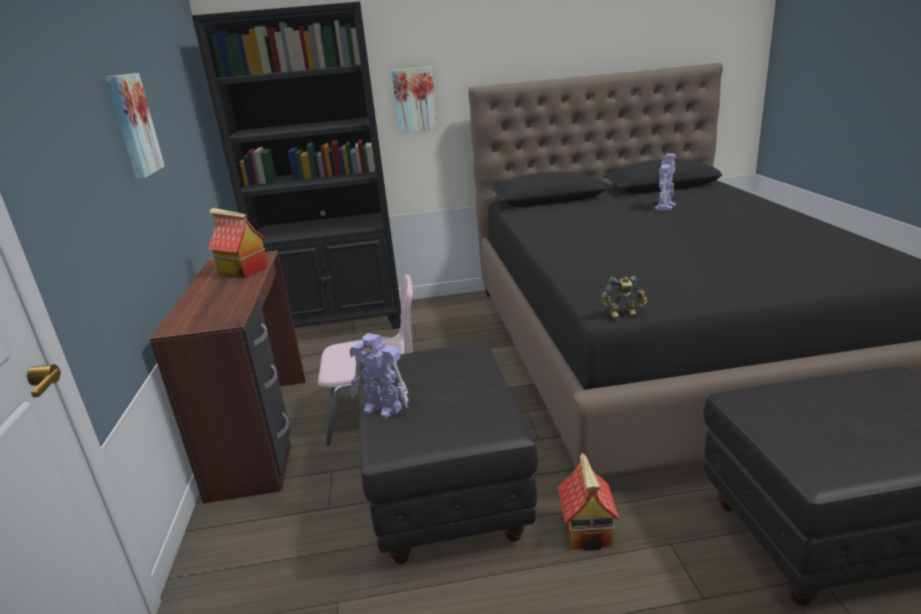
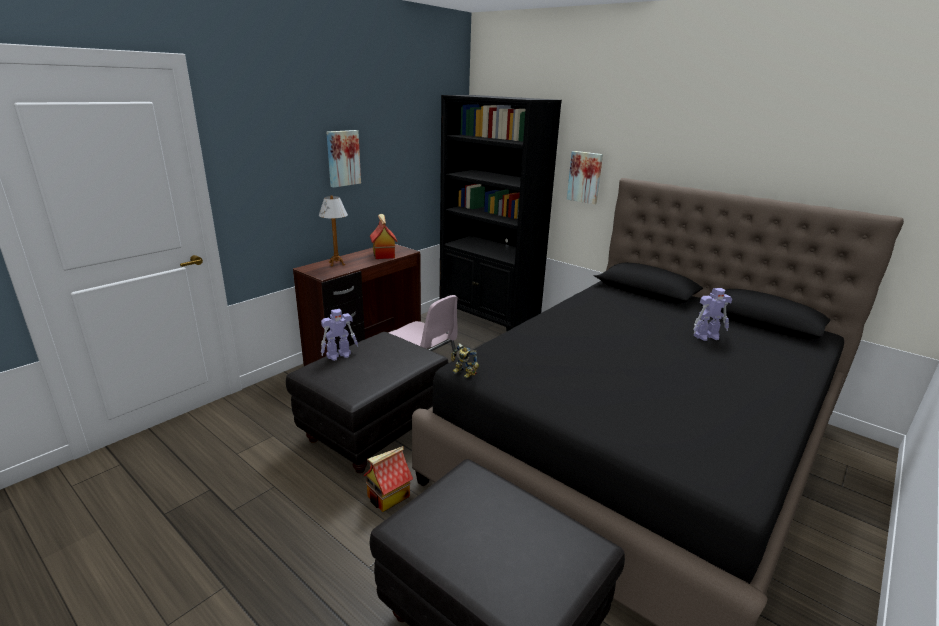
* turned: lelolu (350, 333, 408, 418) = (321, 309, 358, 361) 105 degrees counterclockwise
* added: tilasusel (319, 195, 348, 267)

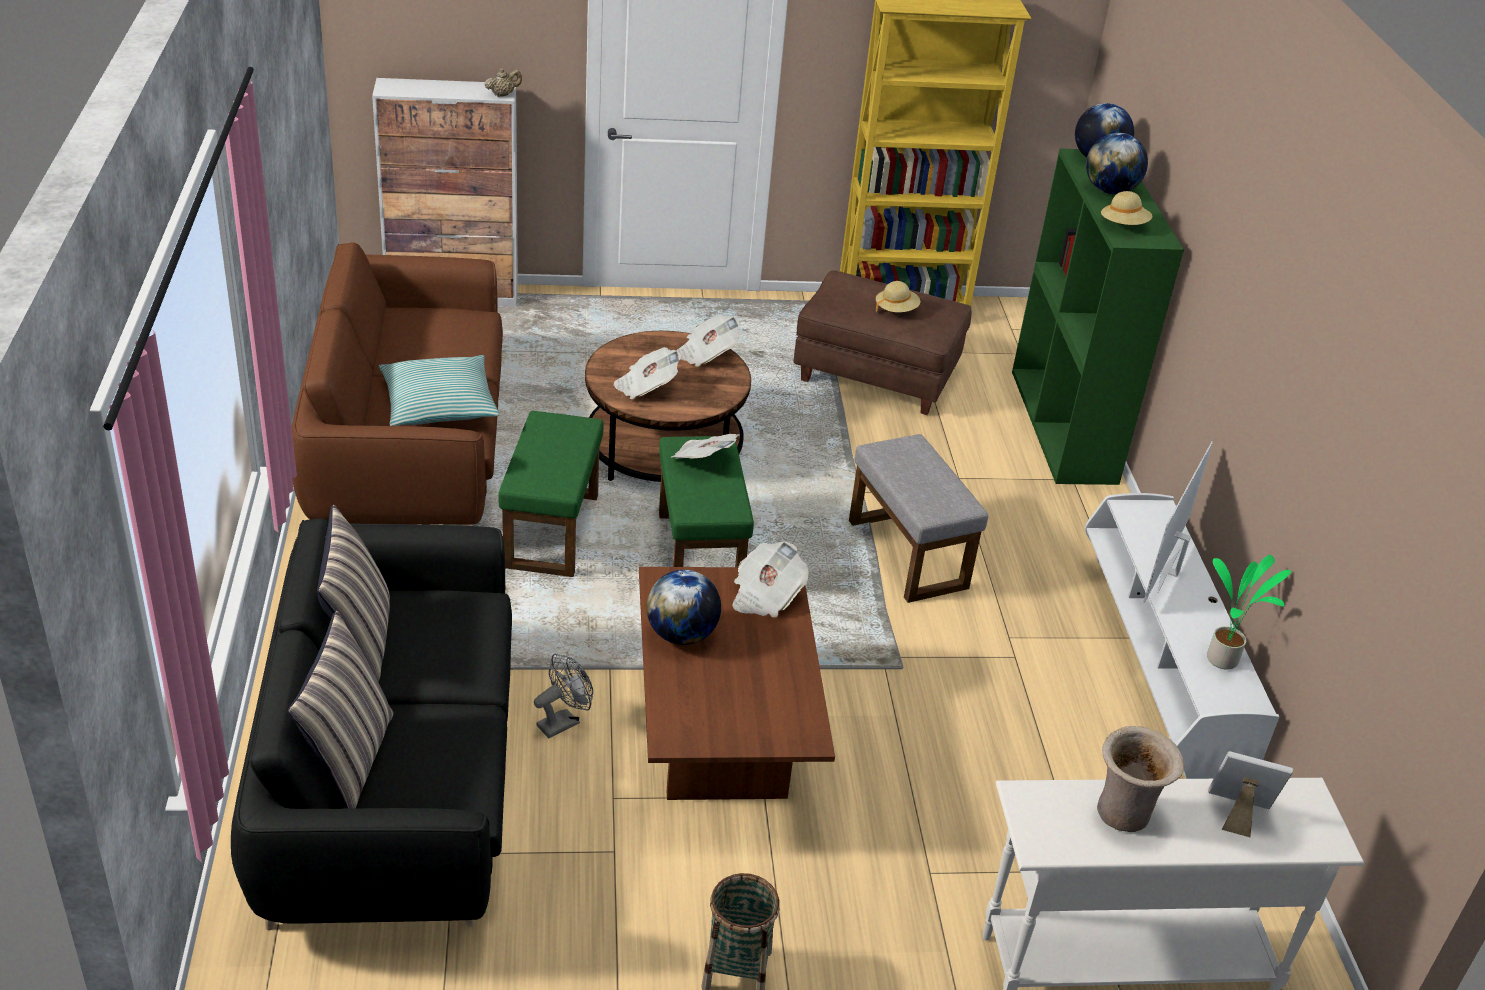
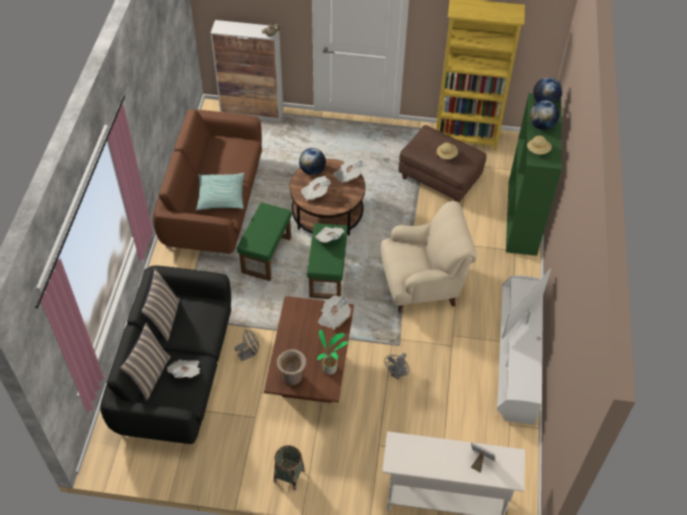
* moved: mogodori (646, 570, 721, 645) to (299, 148, 326, 175)
* replaced: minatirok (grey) (849, 434, 988, 603) to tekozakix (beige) (381, 201, 477, 313)
* moved: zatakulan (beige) (1097, 726, 1185, 832) to (277, 349, 306, 385)
* moved: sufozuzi (1207, 555, 1291, 670) to (317, 330, 348, 375)
* added: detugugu (167, 360, 201, 378)
* added: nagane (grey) (384, 353, 409, 379)

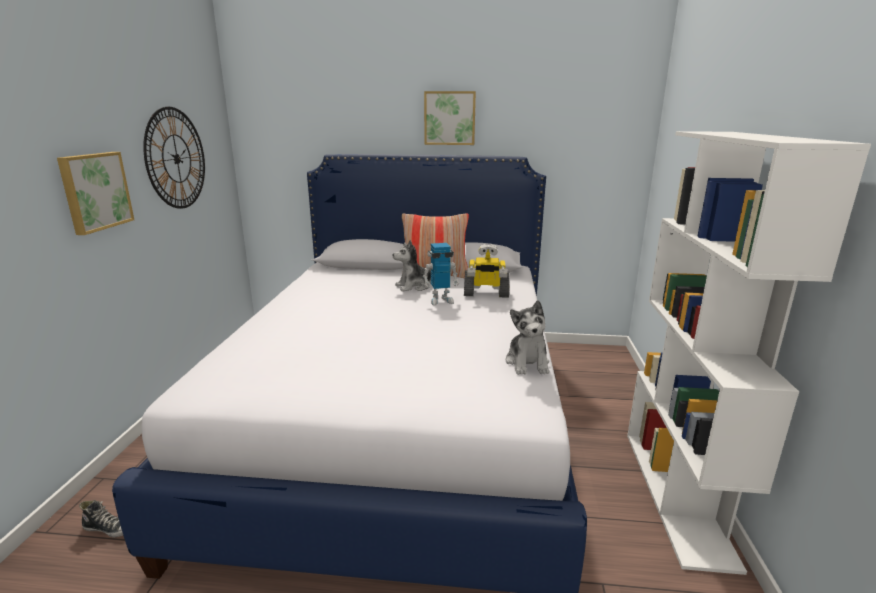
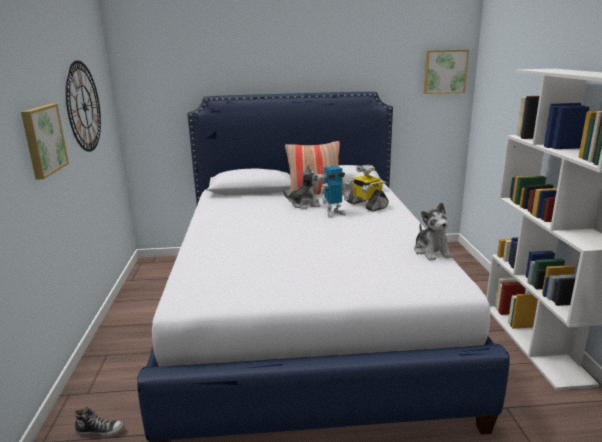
* turned: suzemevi (393, 240, 431, 292) = (283, 164, 323, 209) 150 degrees counterclockwise
* moved: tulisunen (424, 91, 476, 145) to (423, 49, 469, 94)
* turned: lelolu (464, 244, 509, 298) = (345, 164, 389, 212) 60 degrees clockwise

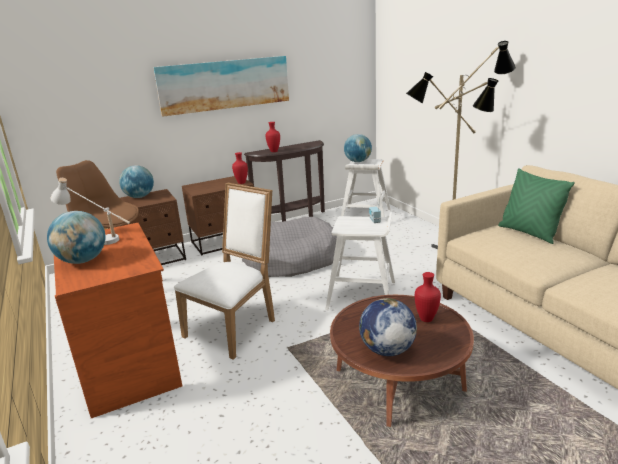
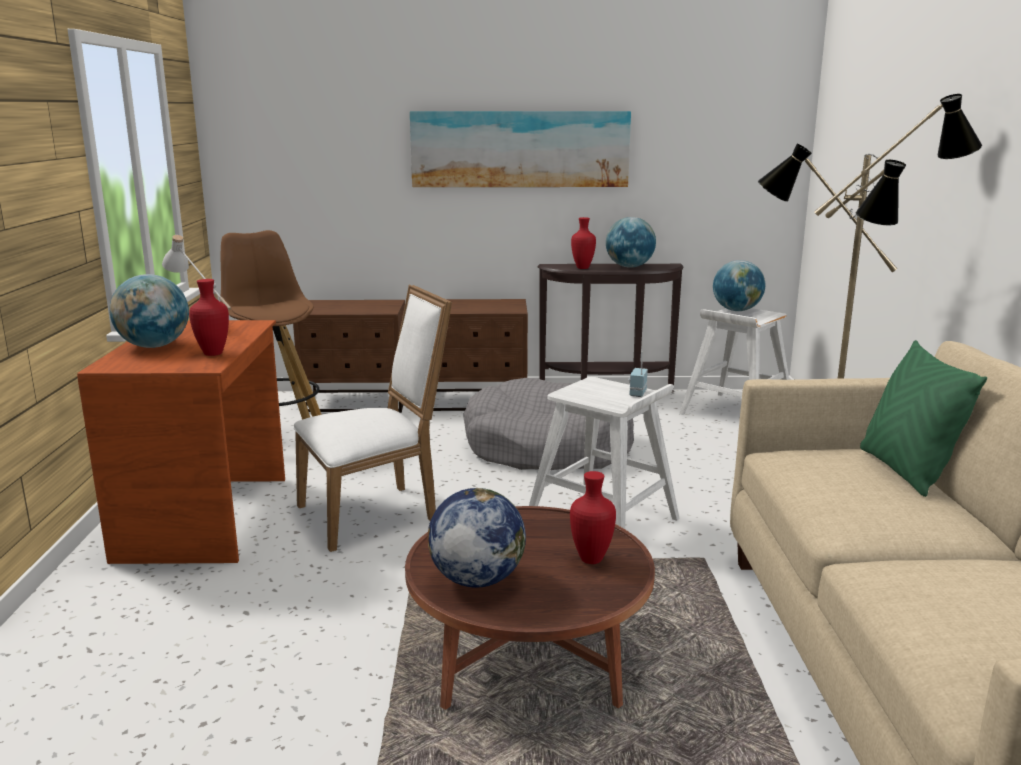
* moved: mogodori (119, 165, 154, 198) to (606, 217, 656, 268)
* moved: zatakulan (red) (232, 152, 248, 184) to (189, 279, 229, 356)

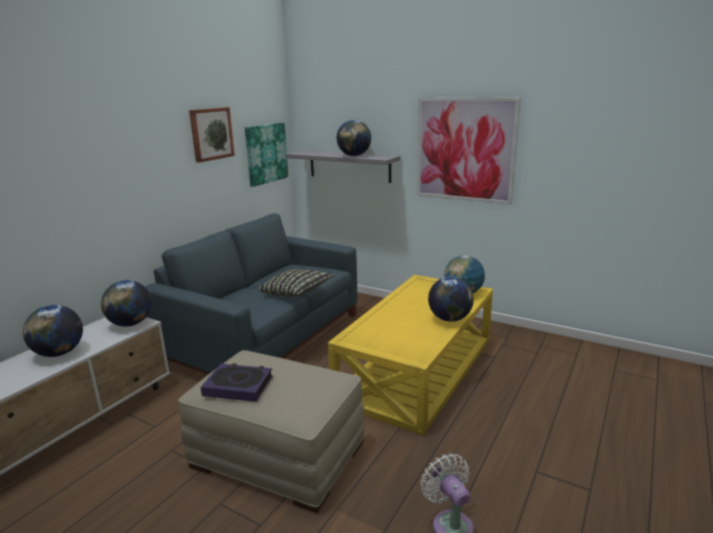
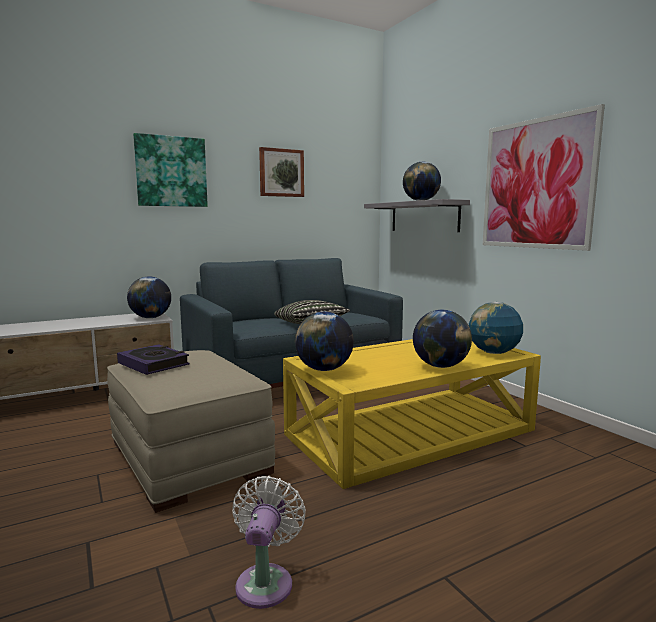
* moved: mogodori (23, 305, 83, 357) to (295, 312, 354, 371)
* moved: tulisunen (245, 122, 288, 187) to (133, 133, 208, 207)

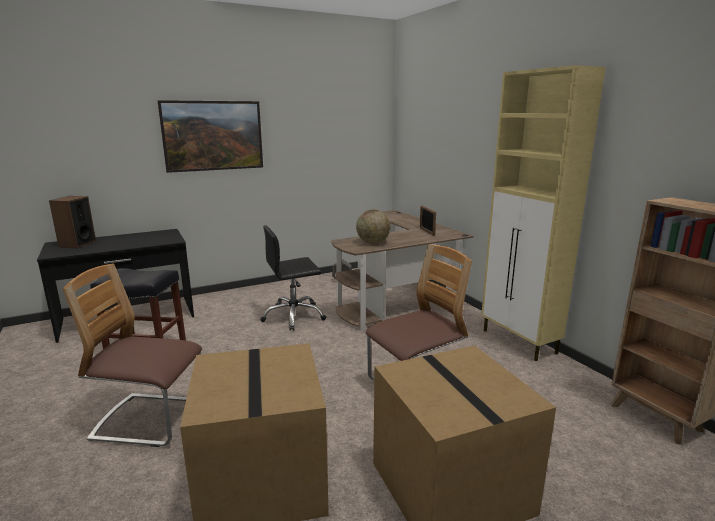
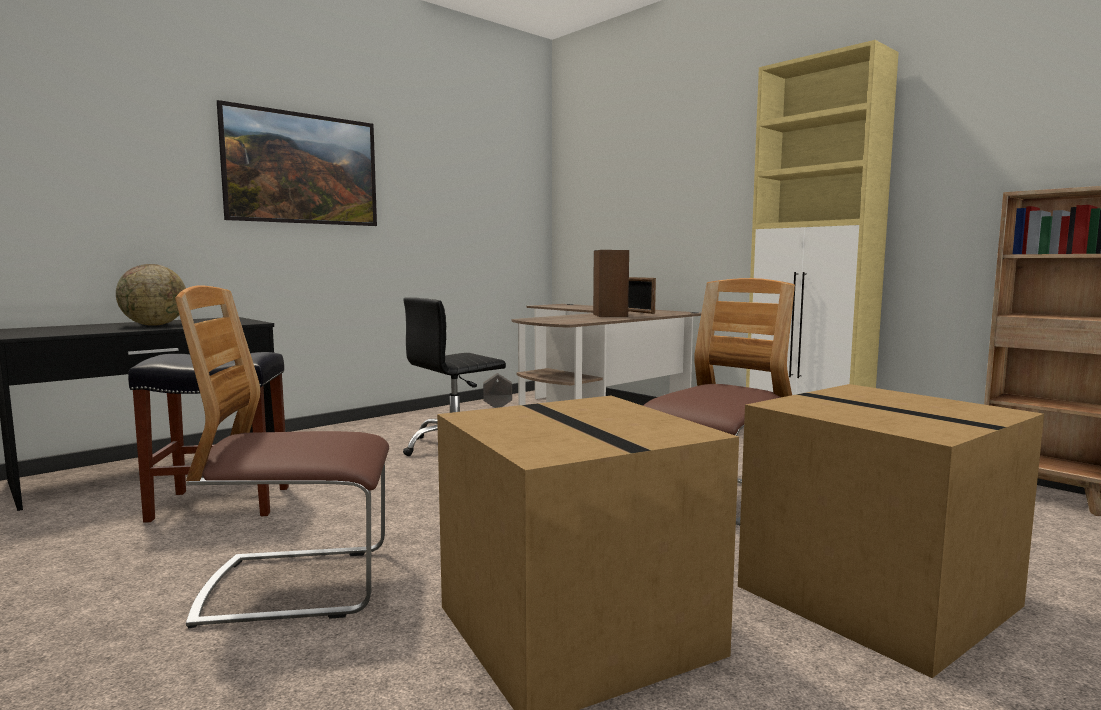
* moved: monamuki (49, 196, 96, 248) to (593, 250, 629, 317)
* moved: mogodori (356, 209, 390, 244) to (116, 264, 186, 326)

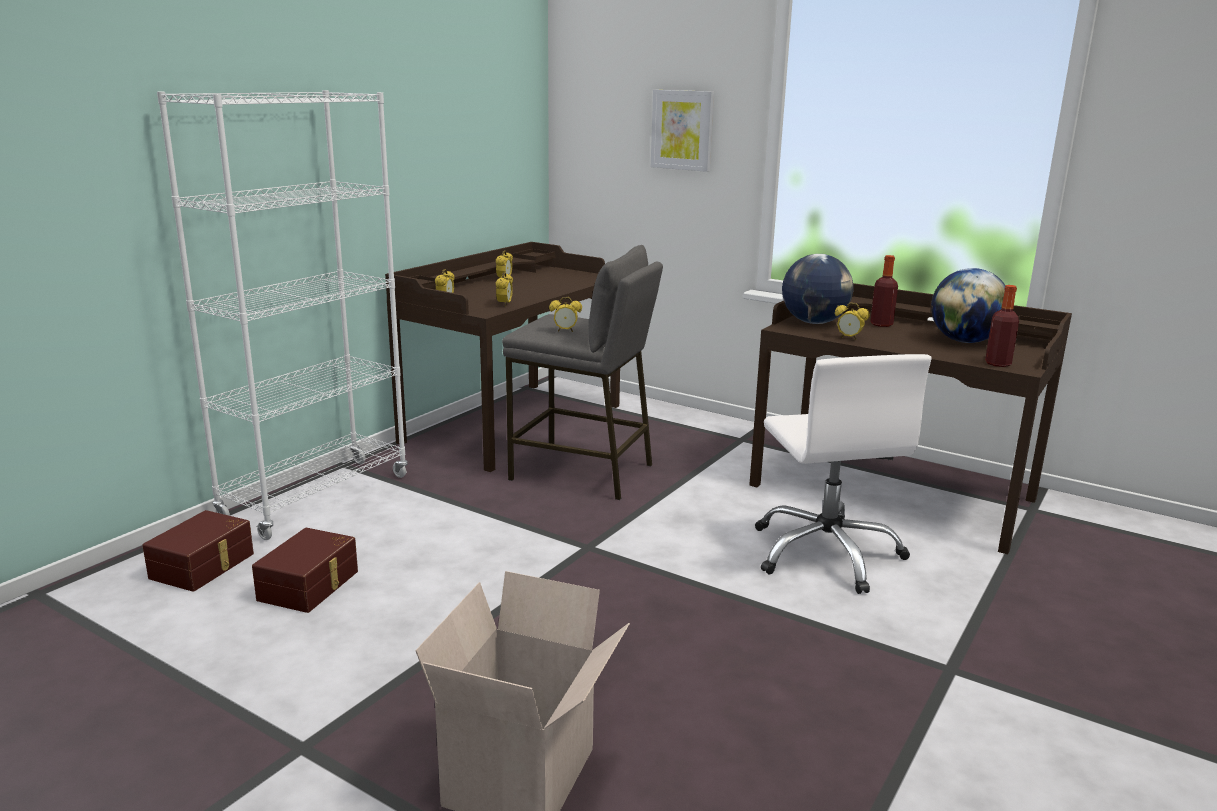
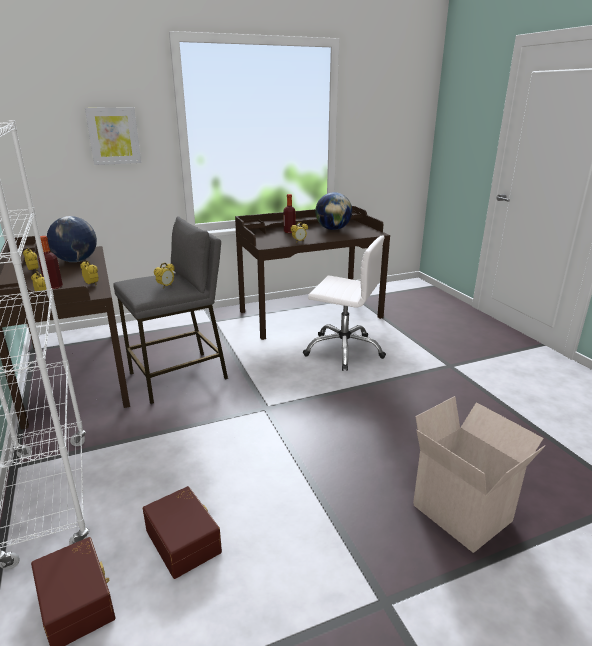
* moved: mogodori (782, 254, 853, 324) to (47, 216, 97, 262)
* moved: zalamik (985, 285, 1019, 367) to (38, 236, 63, 289)

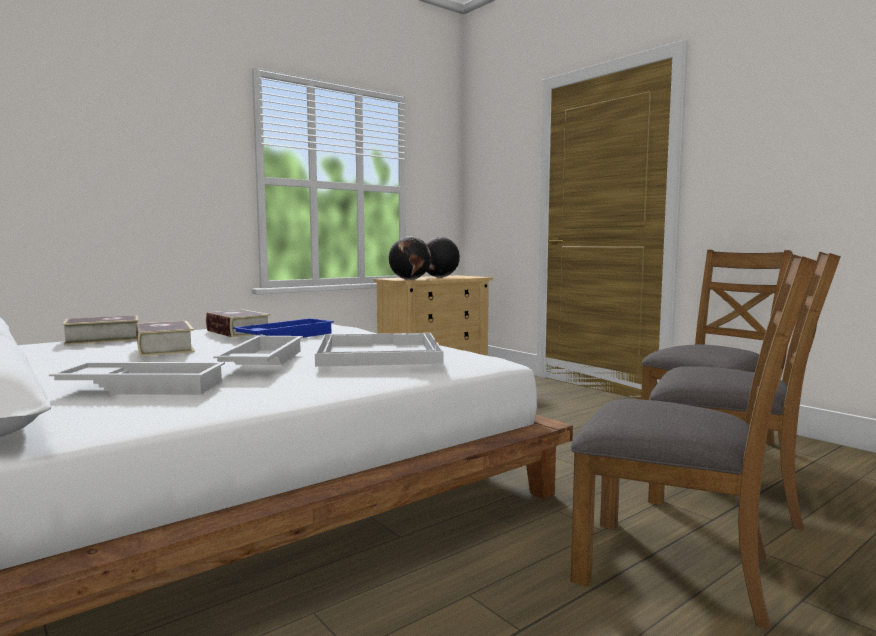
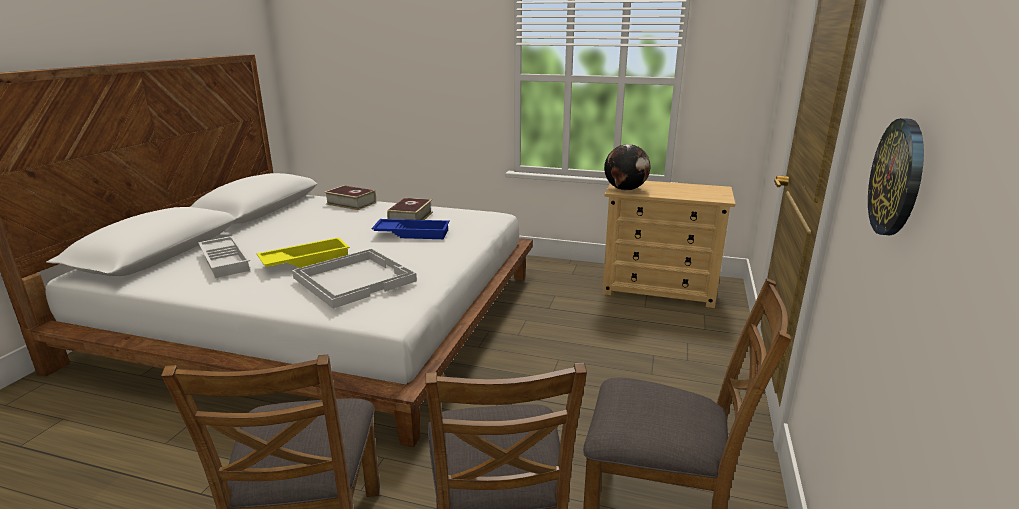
* removed: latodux (136, 321, 195, 356)
* recoloured: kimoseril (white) (213, 336, 303, 365) to kimoseril (yellow) (256, 237, 350, 268)
* removed: mogodori (426, 237, 460, 277)
* added: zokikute (868, 118, 924, 235)

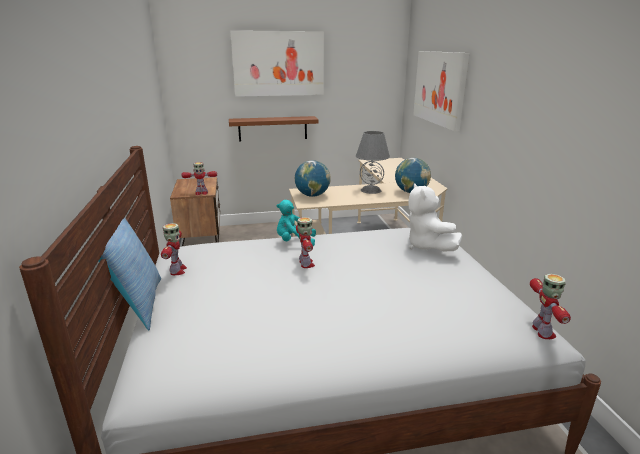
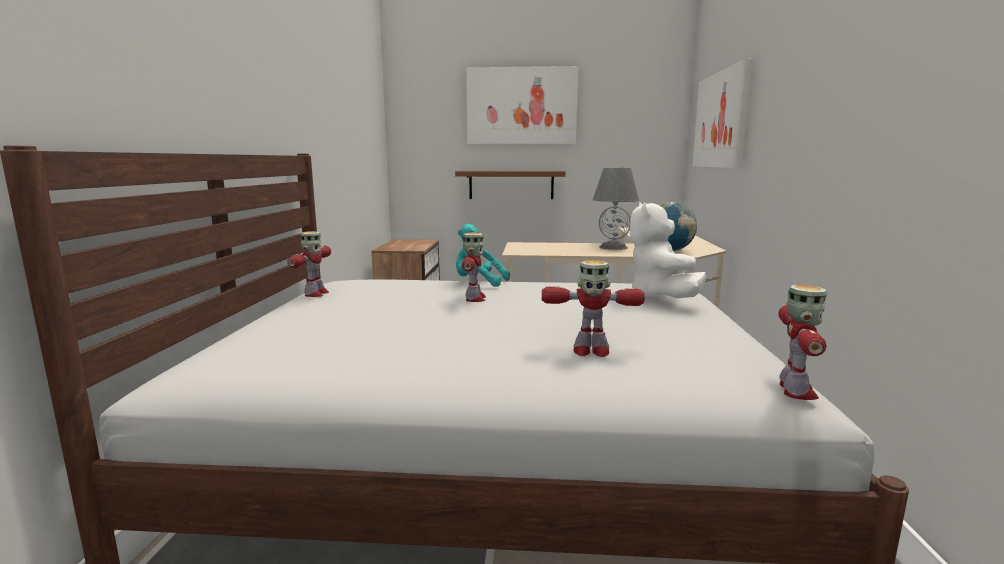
* removed: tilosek (98, 217, 161, 330)
* moved: lelolu (181, 162, 217, 195) to (542, 260, 645, 357)
* removed: mogodori (295, 160, 331, 197)

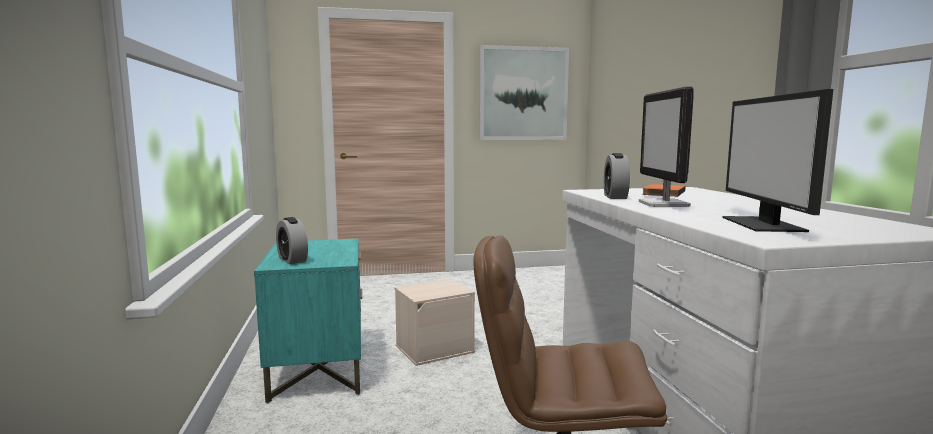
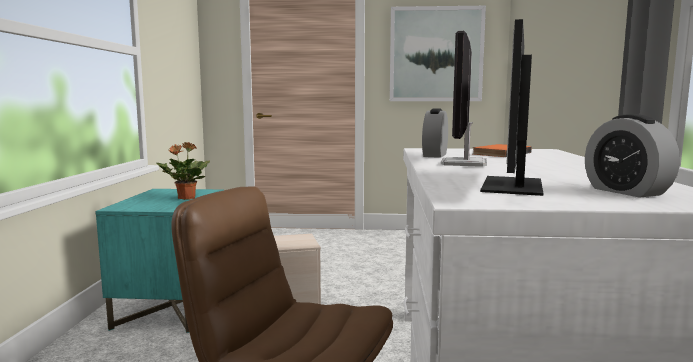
* moved: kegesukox (276, 217, 308, 264) to (585, 114, 680, 197)
* added: sufozuzi (156, 142, 210, 200)

